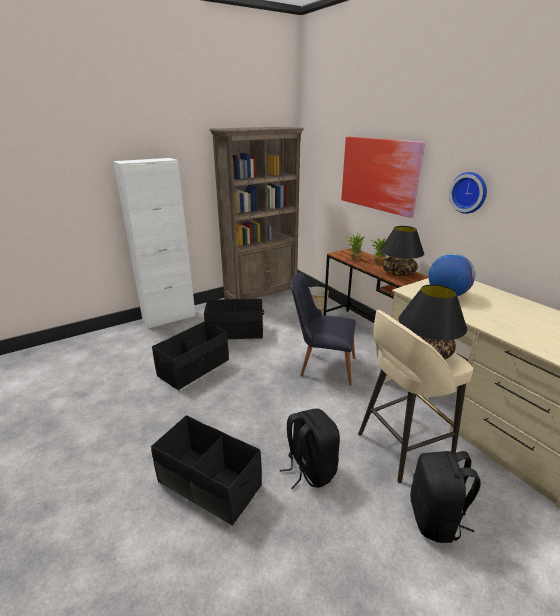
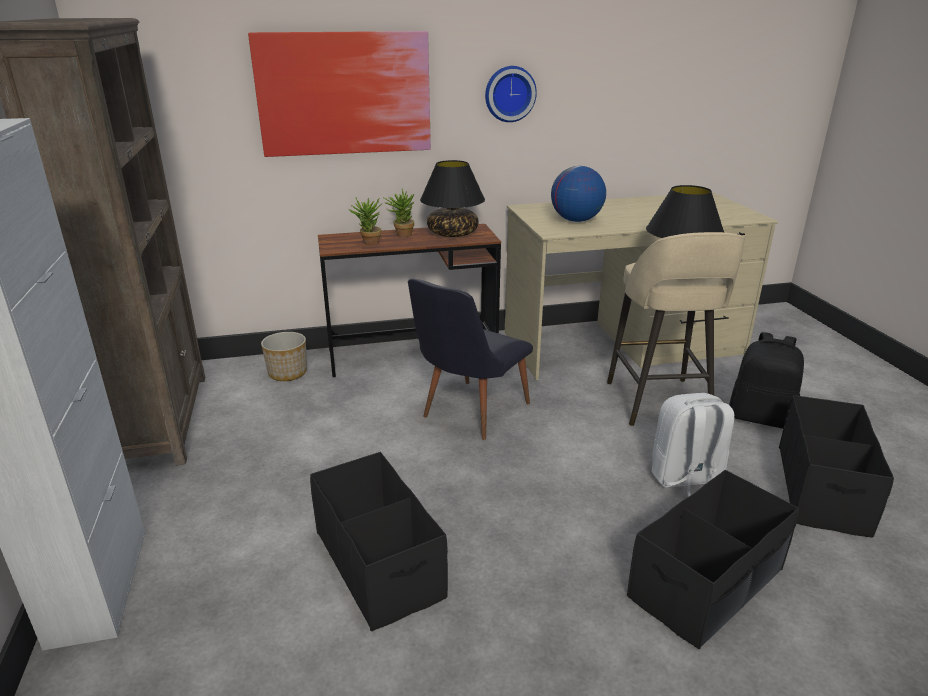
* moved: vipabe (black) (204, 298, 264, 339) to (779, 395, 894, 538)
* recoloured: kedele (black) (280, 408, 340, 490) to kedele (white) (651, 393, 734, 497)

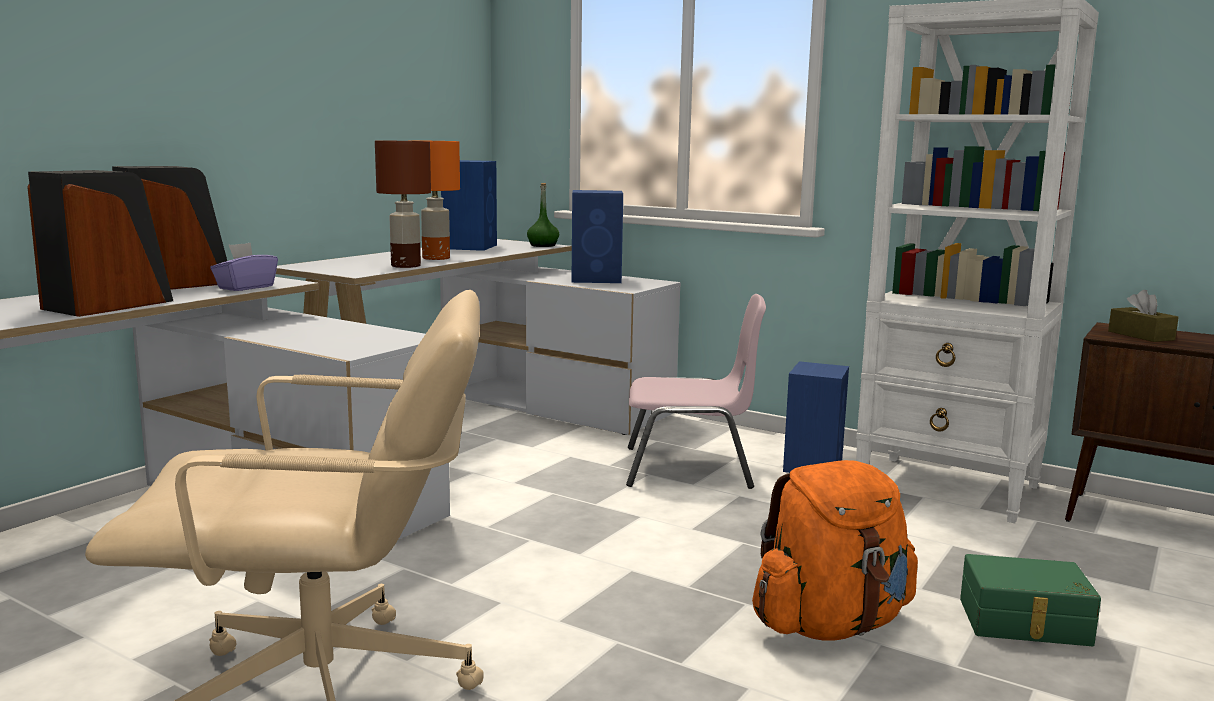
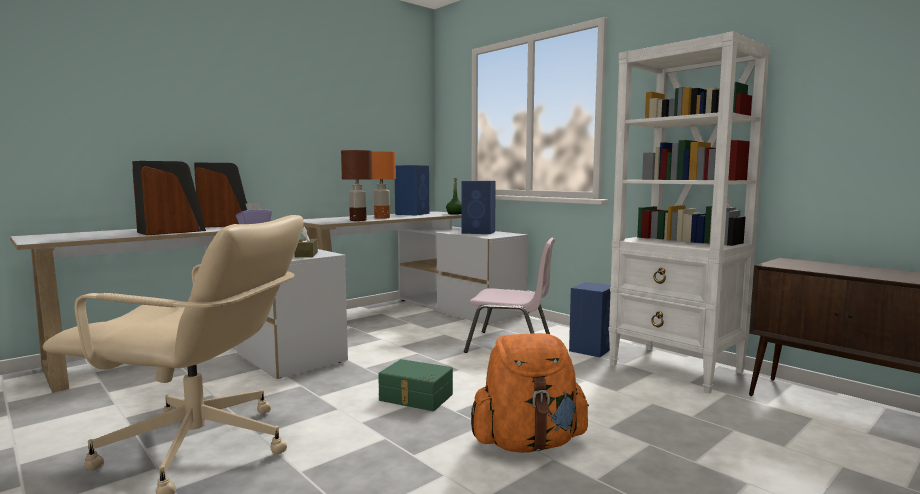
* moved: vipabe (green) (960, 554, 1101, 646) to (378, 359, 453, 411)
* moved: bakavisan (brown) (1108, 290, 1179, 342) to (294, 227, 318, 257)

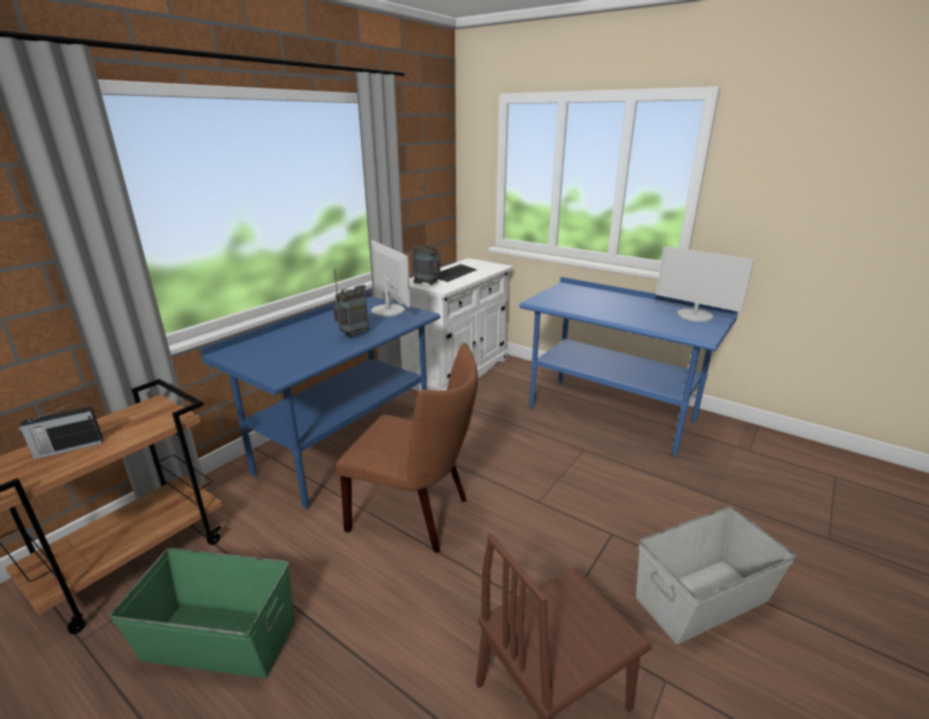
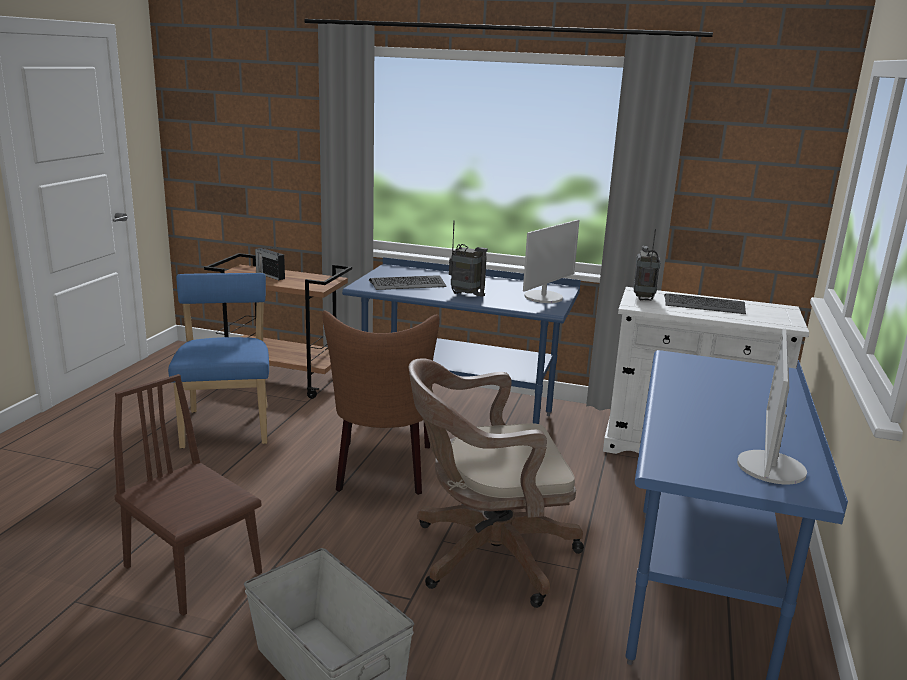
* replaced: vipabe (green) (109, 548, 295, 678) to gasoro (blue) (168, 273, 269, 449)
* added: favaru (369, 275, 447, 290)
* added: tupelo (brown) (408, 359, 584, 608)

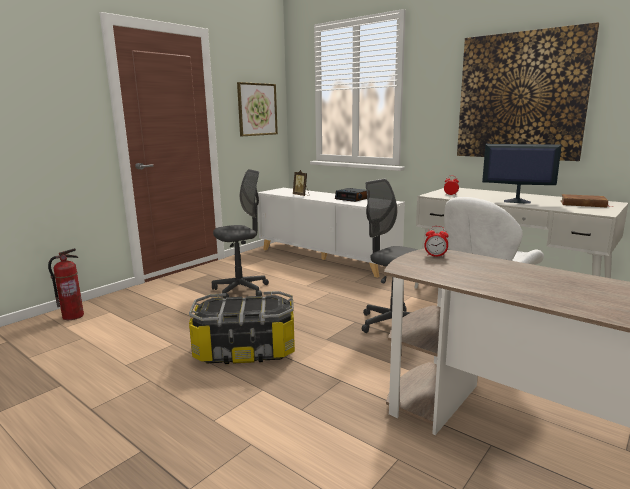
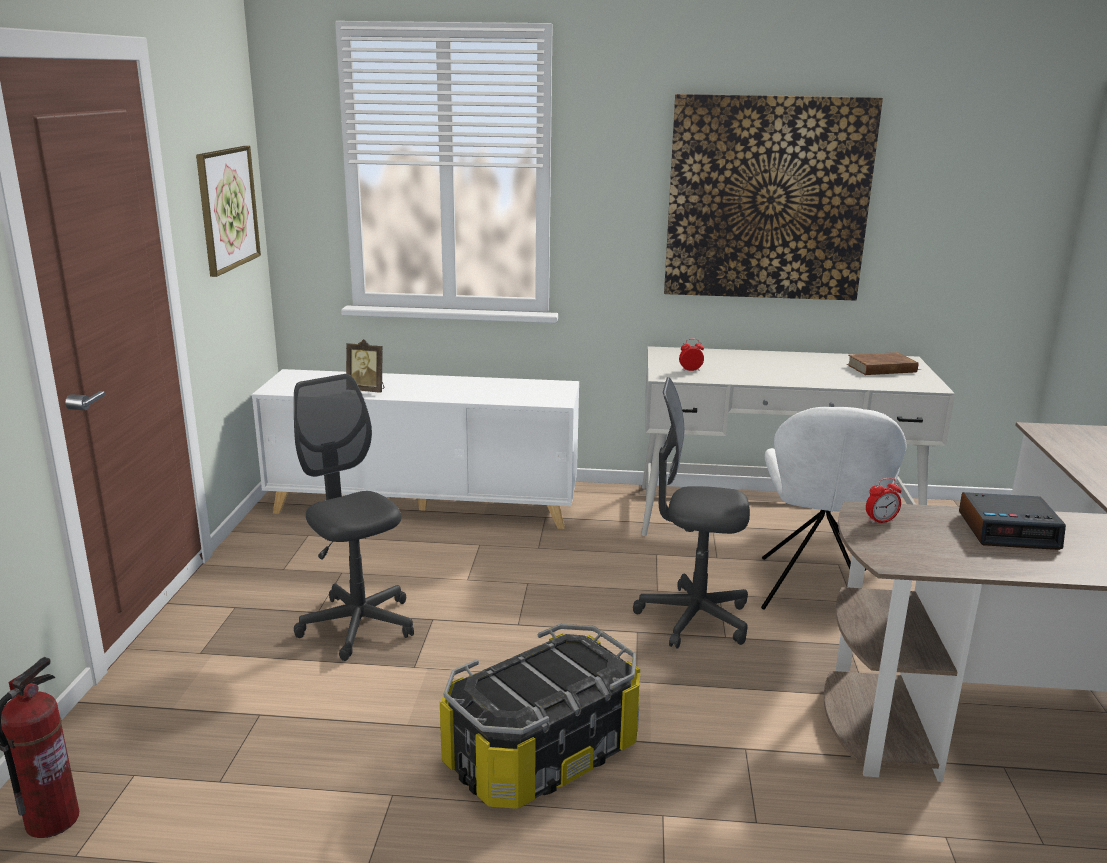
* turned: tupelo (grey) (212, 169, 269, 299) = (294, 374, 414, 661) 60 degrees counterclockwise
* moved: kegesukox (335, 188, 367, 202) to (959, 492, 1066, 550)
* removed: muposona (482, 144, 562, 204)

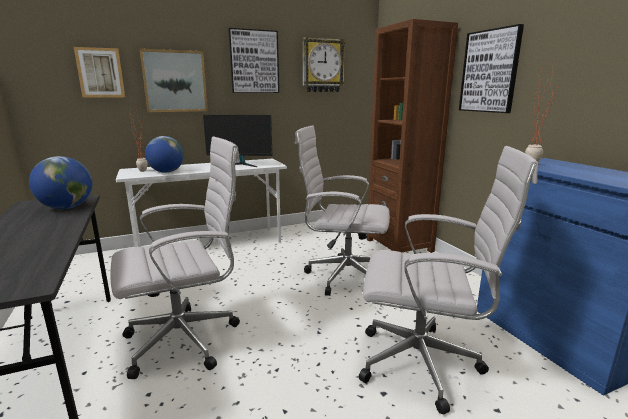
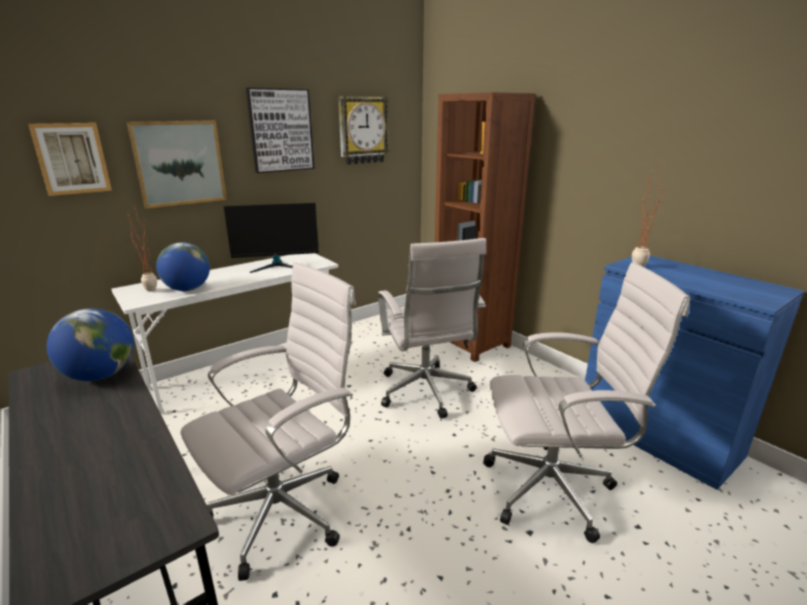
* turned: tupelo (white) (295, 125, 390, 296) = (378, 238, 486, 419) 105 degrees counterclockwise
* removed: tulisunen (459, 24, 524, 113)

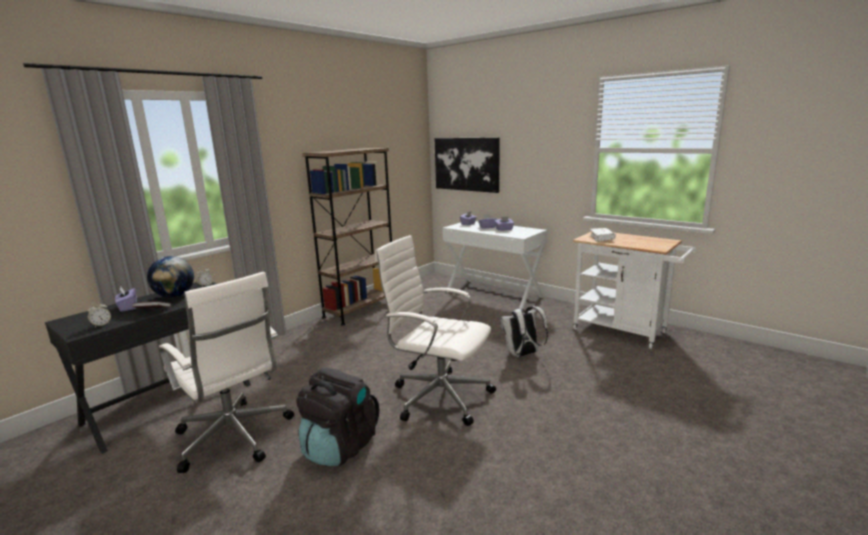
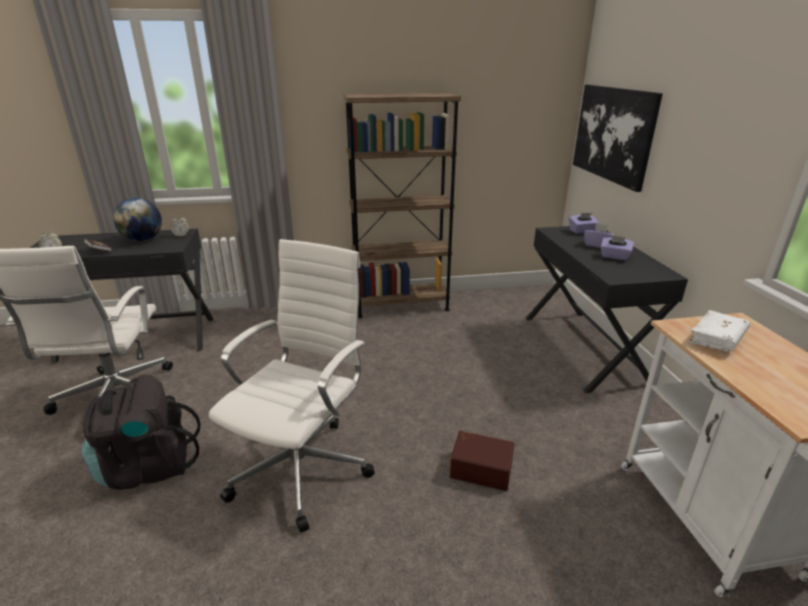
* removed: bakavisan (purple) (115, 287, 137, 312)
* turned: tupelo (white) (375, 235, 496, 426) = (209, 239, 375, 533) 45 degrees clockwise
* recoloured: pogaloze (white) (443, 221, 547, 310) to pogaloze (black) (525, 226, 688, 393)
* replaced: kedele (white) (500, 306, 548, 357) to vipabe (brown) (450, 431, 515, 491)

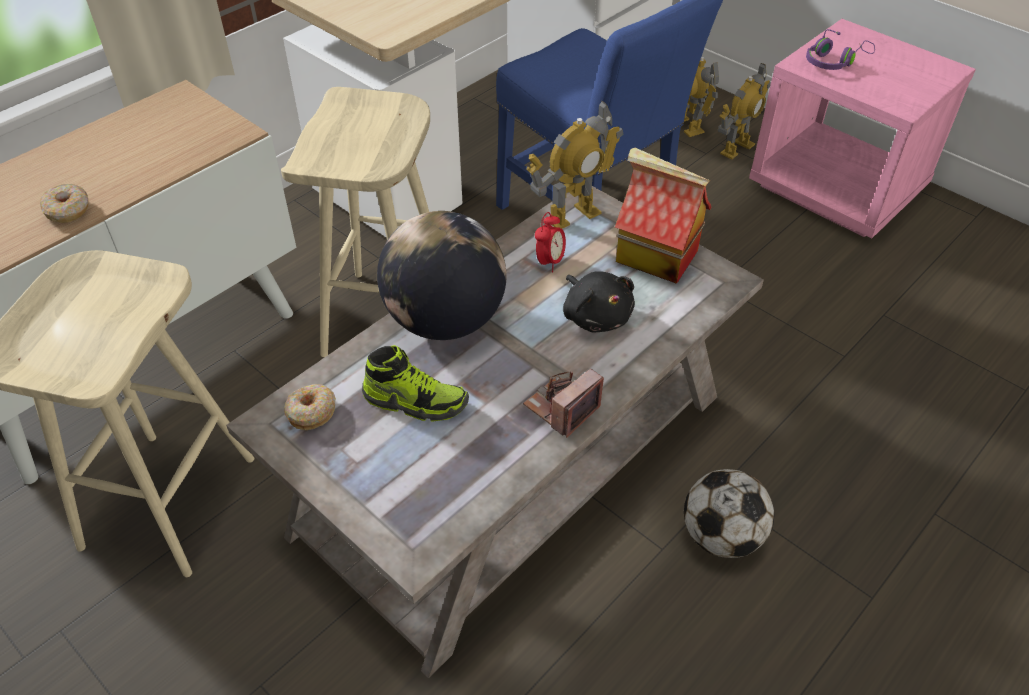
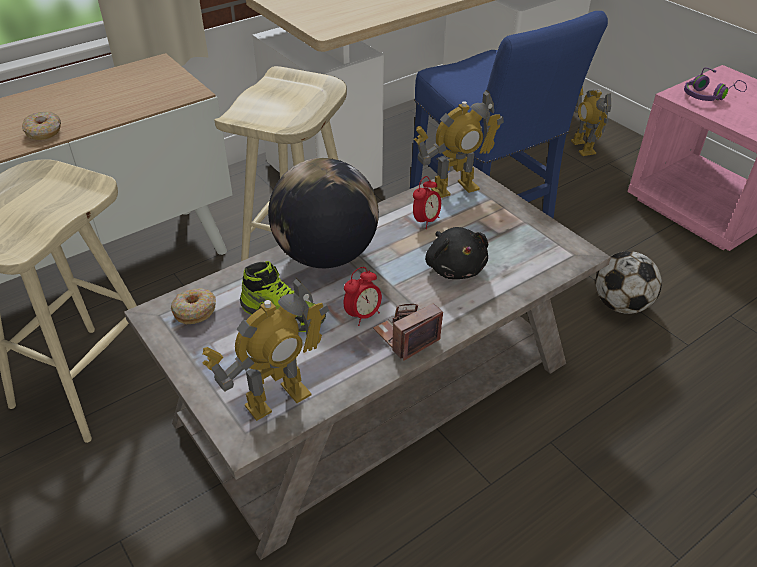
* removed: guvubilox (615, 148, 712, 284)
* moved: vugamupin (684, 469, 774, 558) to (595, 251, 662, 314)
* moved: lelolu (718, 63, 771, 159) to (203, 278, 329, 421)
* added: kegesukox (343, 267, 382, 326)

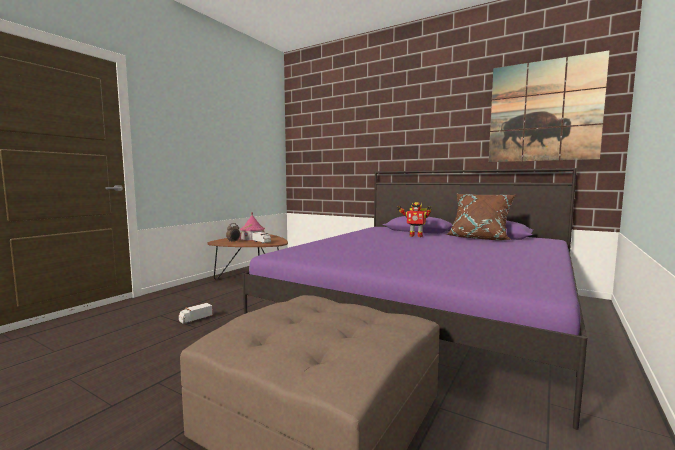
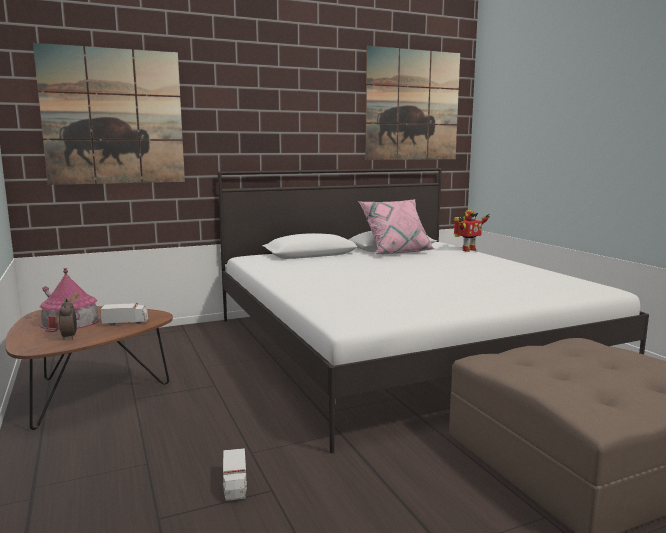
* recoloured: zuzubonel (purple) (242, 168, 587, 430) to zuzubonel (white) (218, 168, 649, 453)
* moved: lelolu (397, 202, 432, 237) to (454, 210, 490, 252)
* recoloured: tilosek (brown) (446, 193, 516, 240) to tilosek (pink) (358, 199, 434, 254)
* added: tulisunen (33, 43, 185, 185)

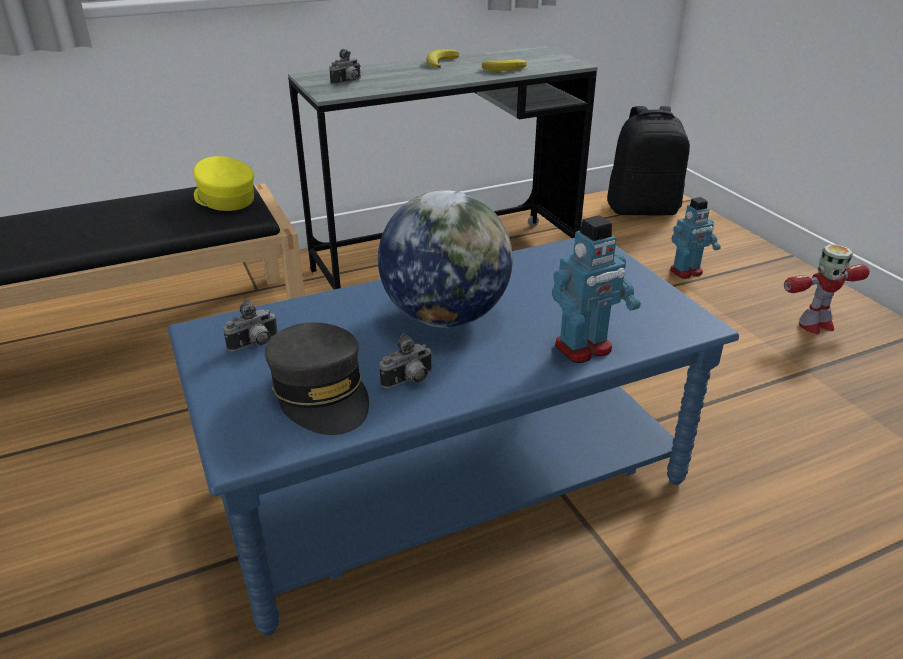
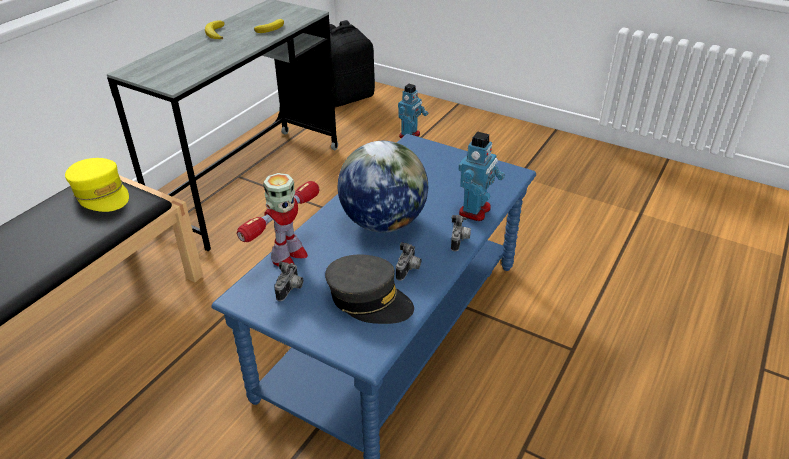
* turned: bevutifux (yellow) (194, 156, 254, 211) = (65, 158, 129, 212) 150 degrees counterclockwise
* moved: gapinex (330, 49, 361, 85) to (451, 215, 471, 251)
* moved: lelolu (784, 244, 870, 334) to (237, 173, 319, 267)

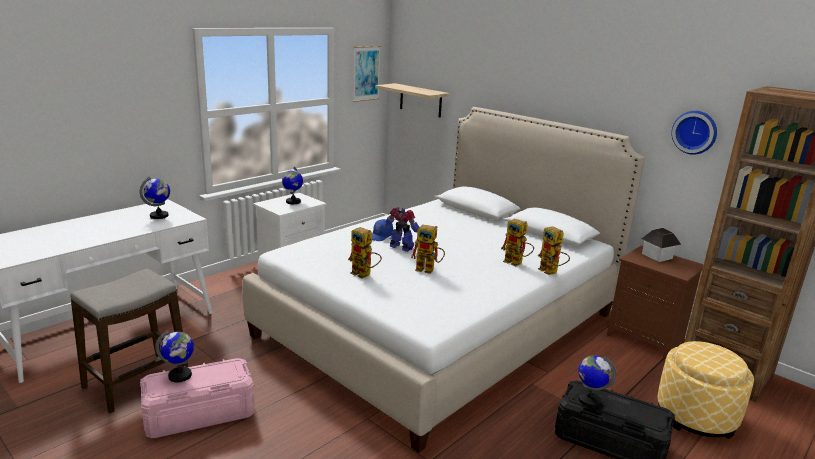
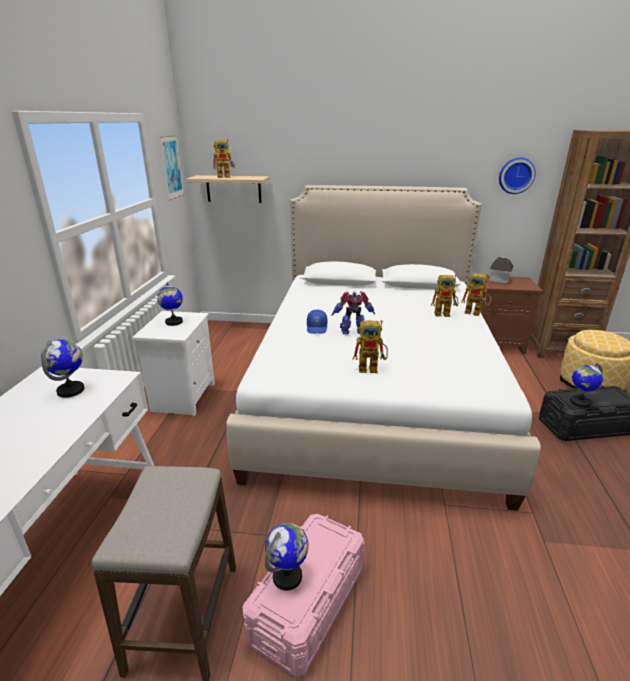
* moved: lelolu (411, 225, 445, 274) to (213, 139, 235, 178)

